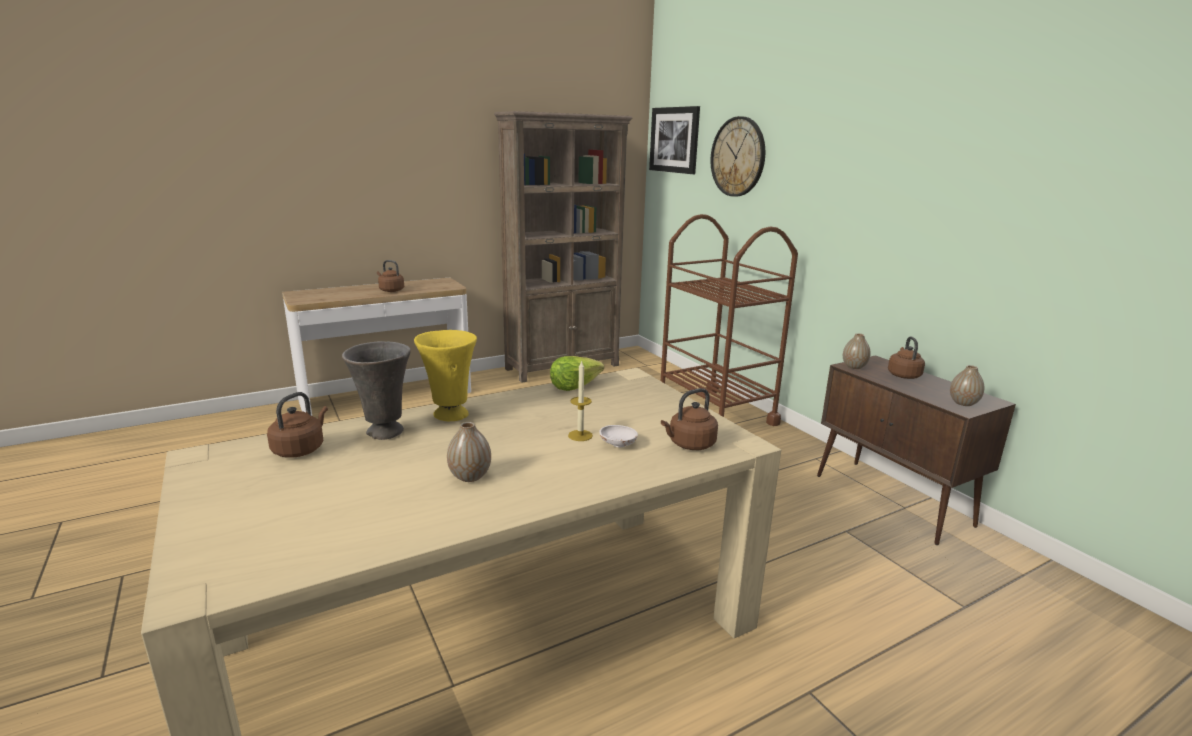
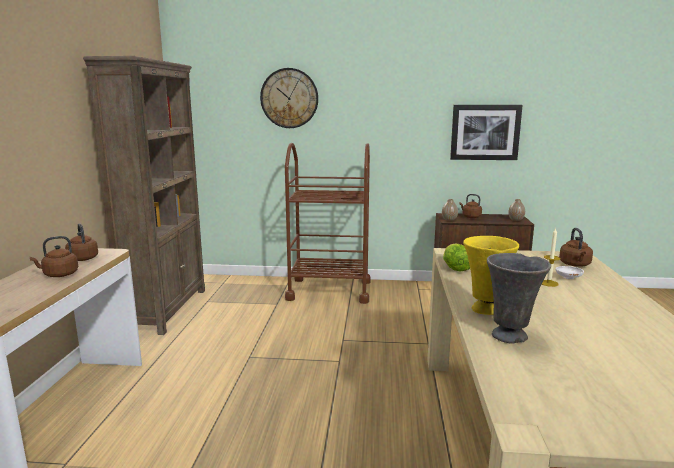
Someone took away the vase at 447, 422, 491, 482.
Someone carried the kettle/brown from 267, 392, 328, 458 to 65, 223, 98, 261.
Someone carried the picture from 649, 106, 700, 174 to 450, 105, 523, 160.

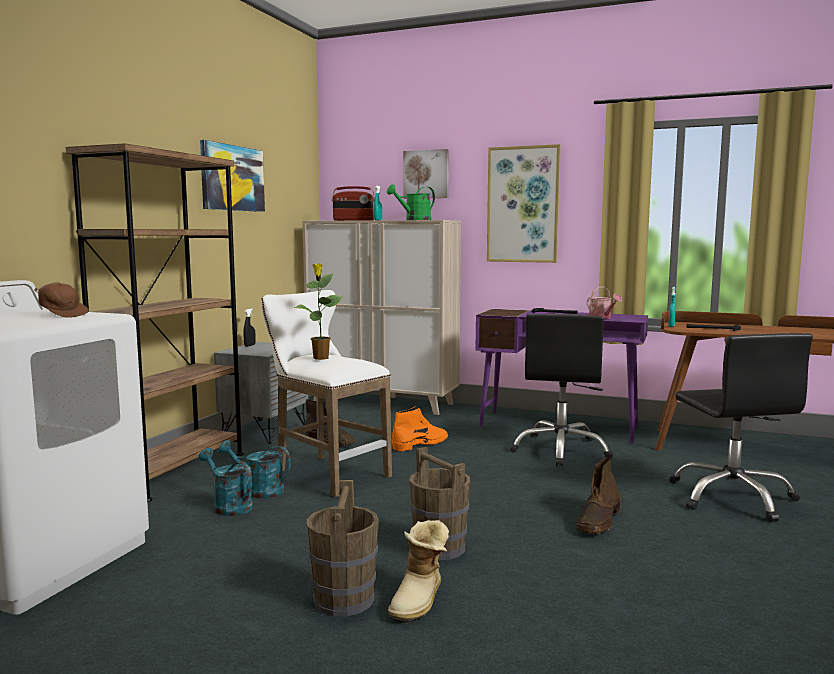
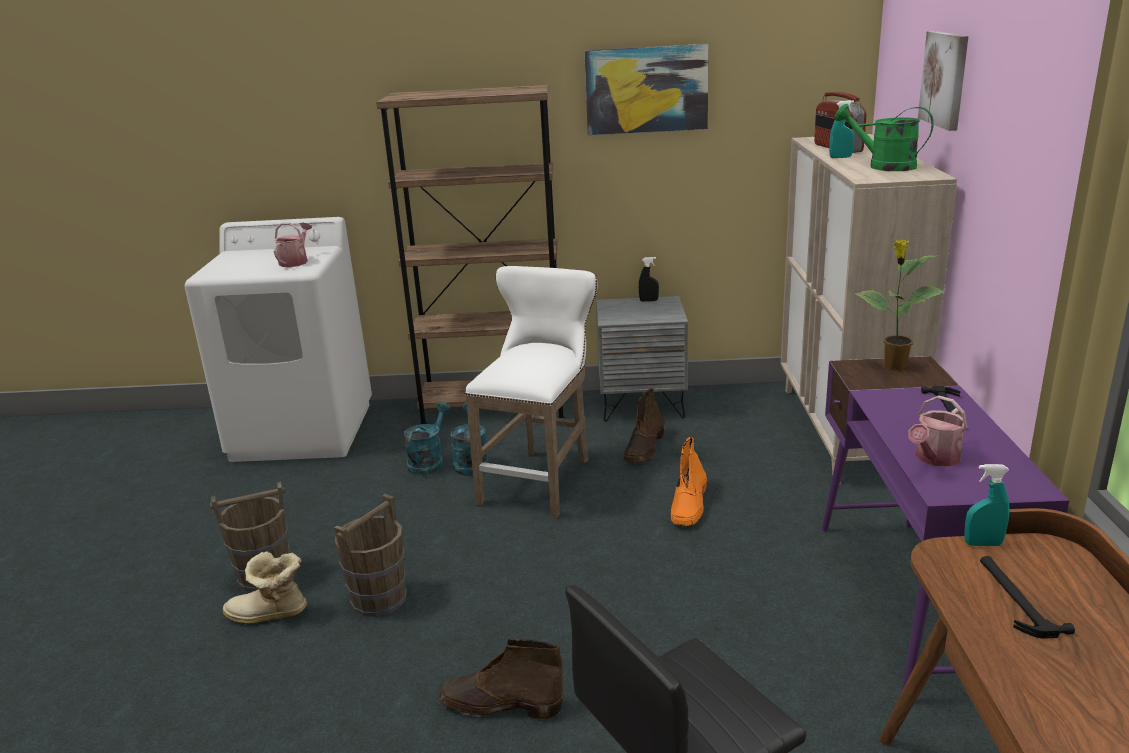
Someone took away the picture at 487, 144, 561, 263.
Someone took away the office chair/black at 509, 314, 613, 467.
Someone carried the potted plant from 294, 263, 343, 360 to 854, 239, 946, 371.
Someone swapped the cap/brown at 34, 282, 89, 318 for the watering can at 274, 223, 312, 267.
Someone rotated the boot/orange at 392, 406, 448, 451 by 75 degrees clockwise.

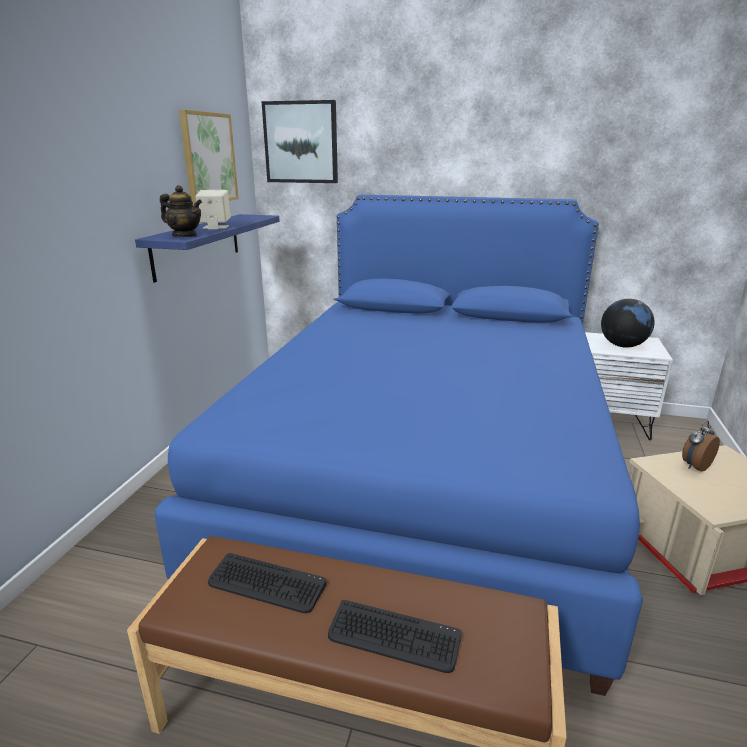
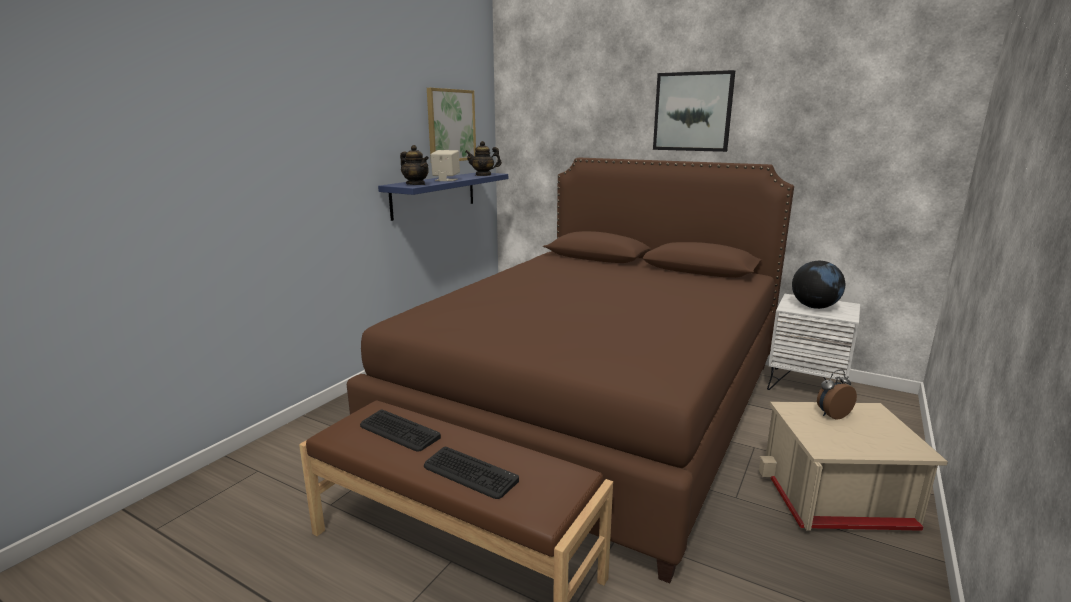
Someone put down the teapot at 465, 141, 502, 176.
Someone carried the picture from 261, 100, 338, 183 to 653, 70, 735, 152.
Someone repainted the bed/blue at 154, 195, 643, 696, which became the bed/brown at 347, 158, 794, 583.

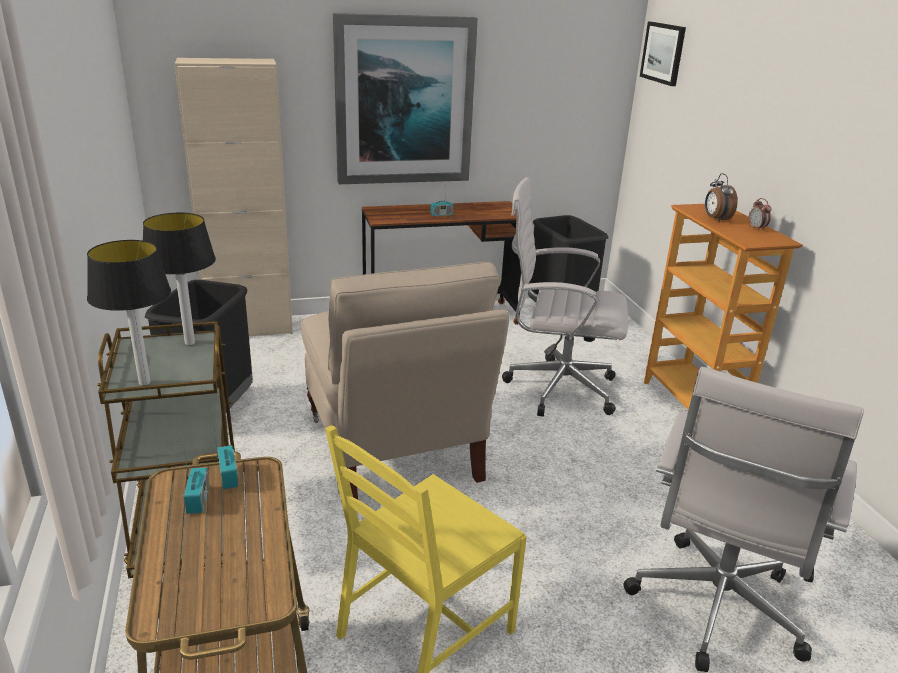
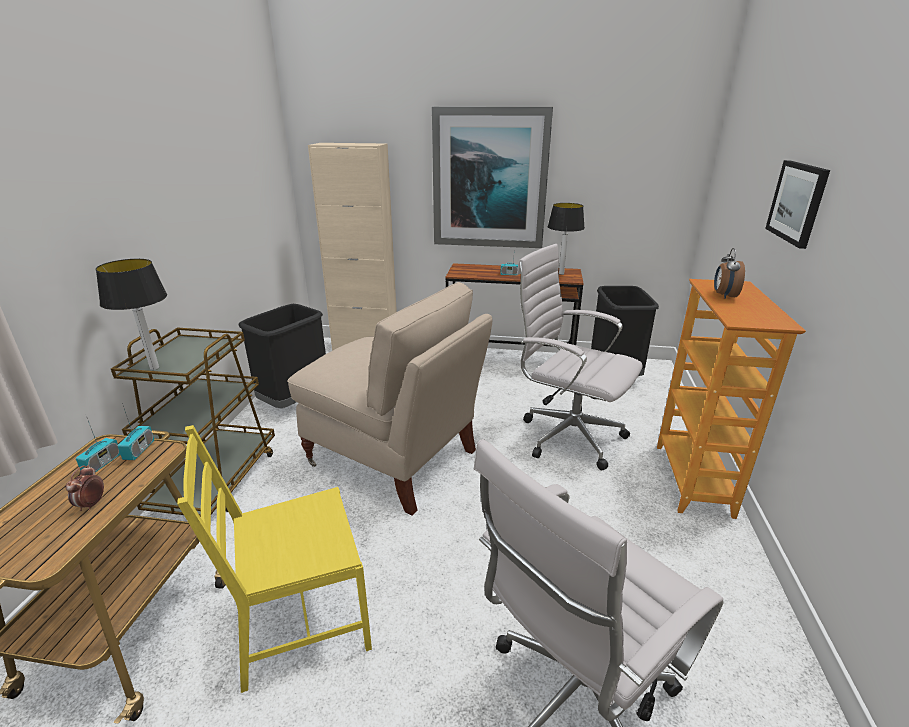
Someone carried the table lamp from 143, 212, 216, 345 to 548, 203, 585, 275.
Someone carried the picture from 640, 22, 686, 86 to 765, 160, 830, 249.
Someone carried the alarm clock from 749, 198, 771, 231 to 66, 465, 104, 511.
Someone rotated the chair/beige at 301, 262, 509, 499 by 60 degrees counterclockwise.

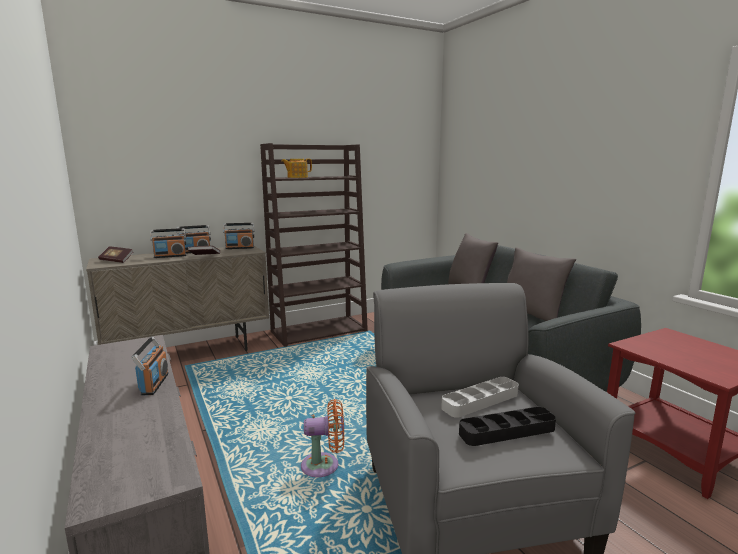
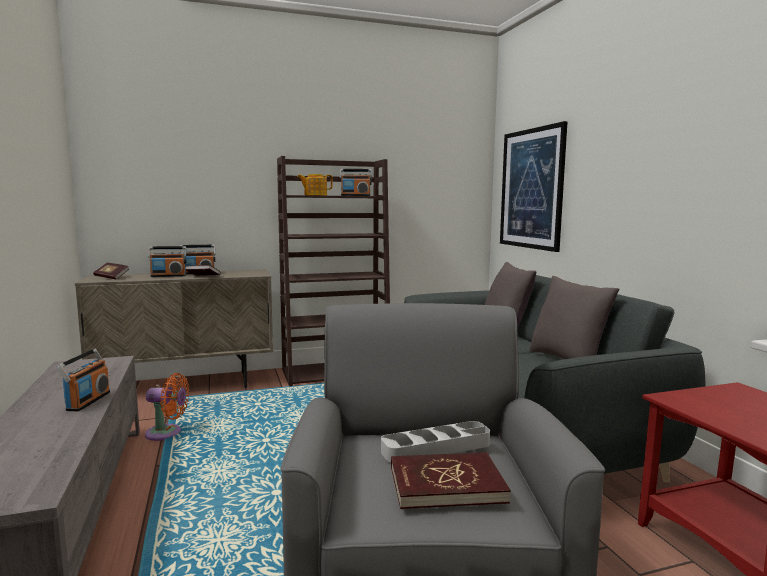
Someone put up the picture at 500, 121, 568, 252.
Someone carried the radio from 223, 223, 254, 249 to 340, 169, 372, 196.
Someone carried the fan/orange from 301, 399, 344, 477 to 145, 373, 189, 441.
Someone swapped the tray/black at 459, 407, 556, 446 for the book/red at 391, 452, 511, 509.

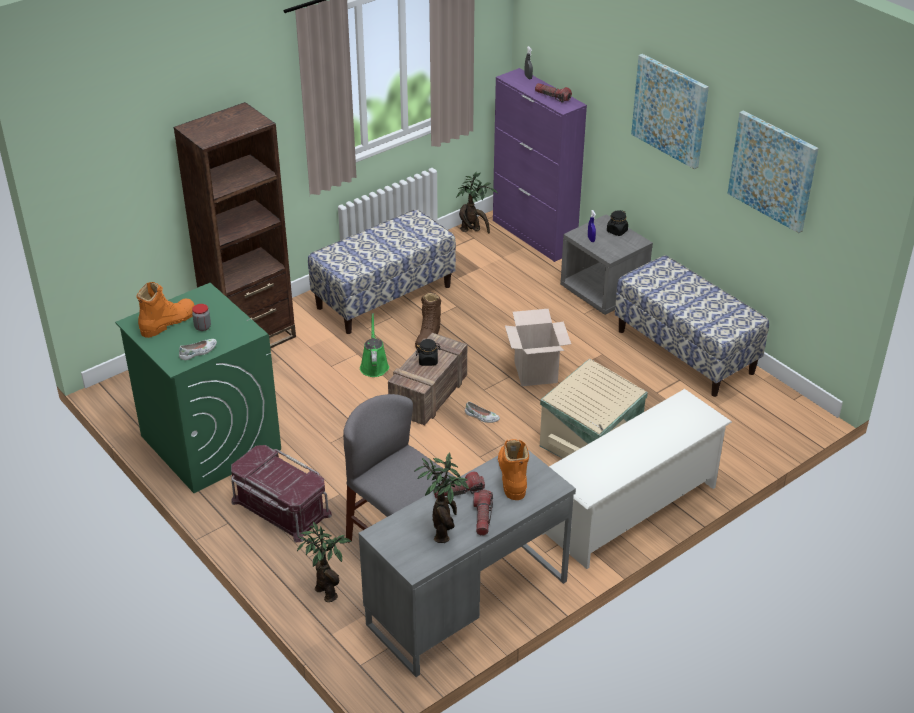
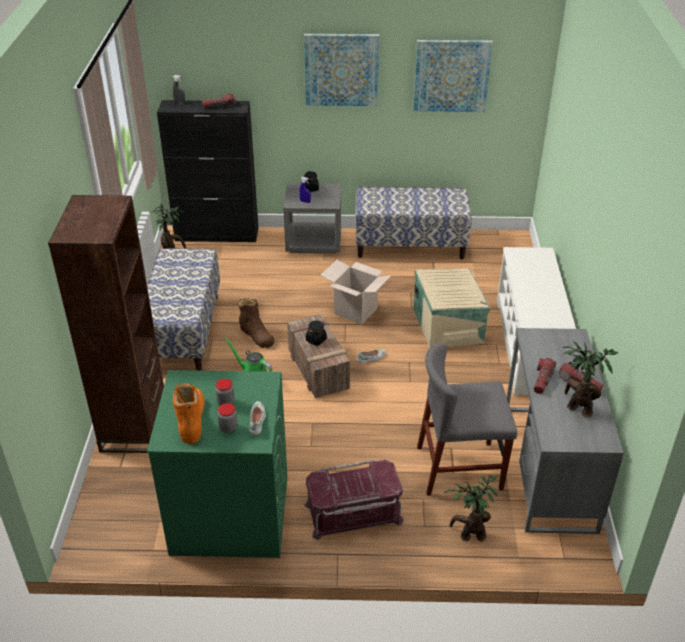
Someone took away the boot/orange at 498, 439, 529, 500.
Someone put down the jar at 218, 403, 237, 433.
Someone repainted the cabinet/purple at 493, 68, 587, 262, which became the cabinet/black at 157, 100, 258, 242.

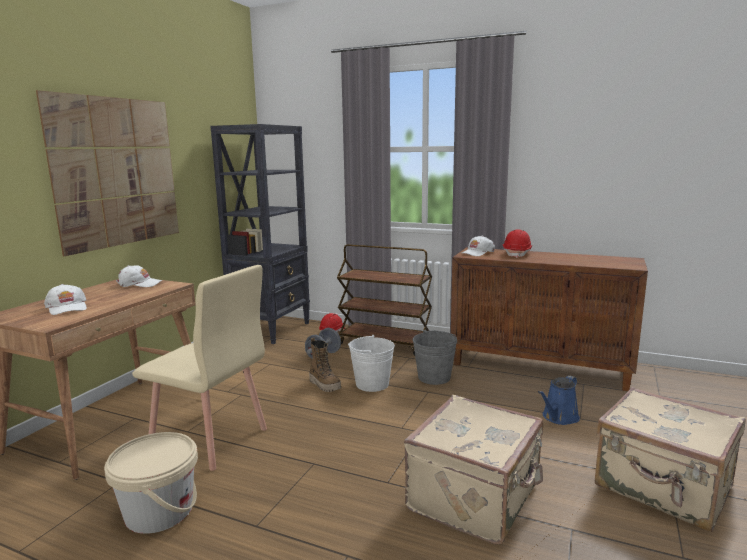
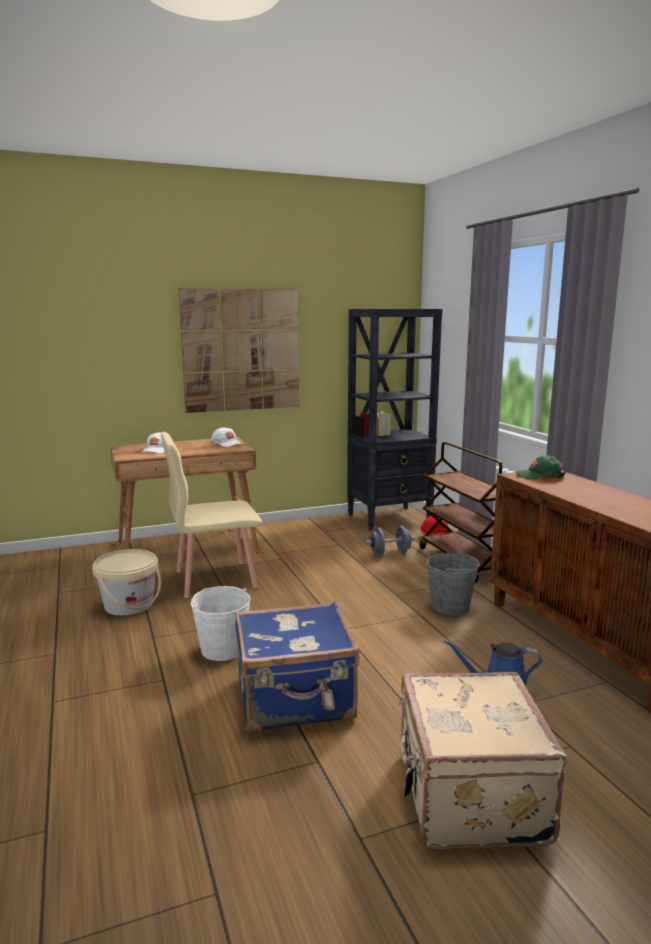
Someone took away the boot at 309, 338, 341, 392.
Someone took away the hard hat/red at 503, 230, 532, 258.
Someone carried the bucket/white from 348, 335, 395, 392 to 191, 586, 251, 661.
Someone repainted the suitcase/beige at 404, 395, 543, 545, which became the suitcase/blue at 235, 602, 359, 732.
Someone repainted the cap/white at 460, 236, 495, 256, which became the cap/green at 516, 455, 566, 479.
Someone rotated the chair/beige at 132, 265, 267, 471 by 90 degrees clockwise.

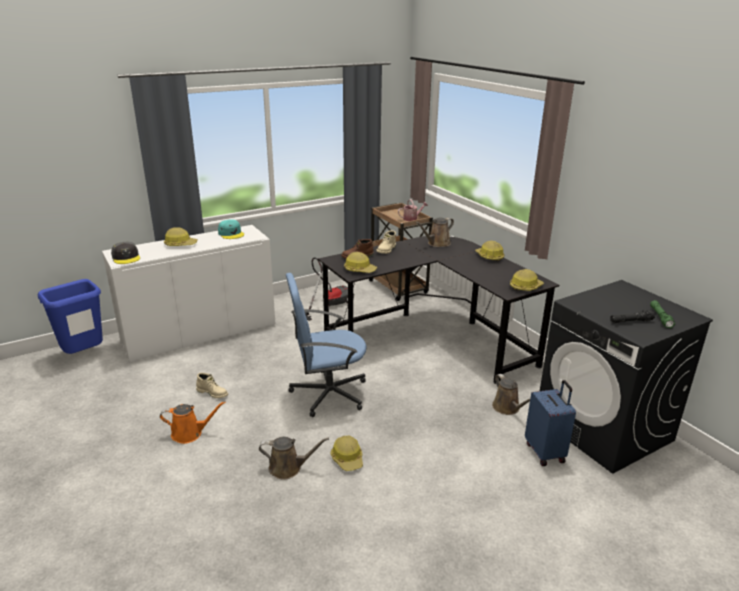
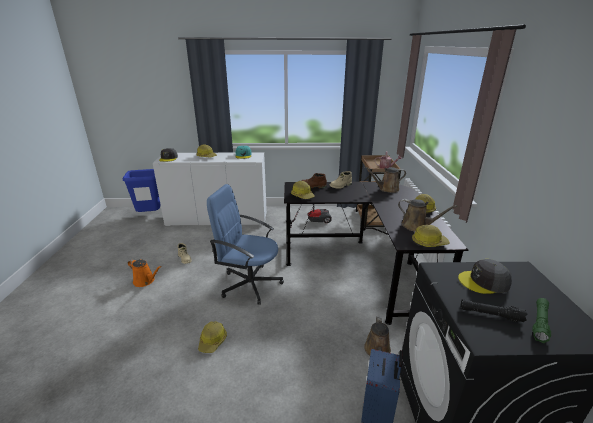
Someone put down the cap/grey at 458, 259, 512, 294.
Someone carried the watering can/brown from 259, 437, 329, 480 to 398, 199, 458, 232.

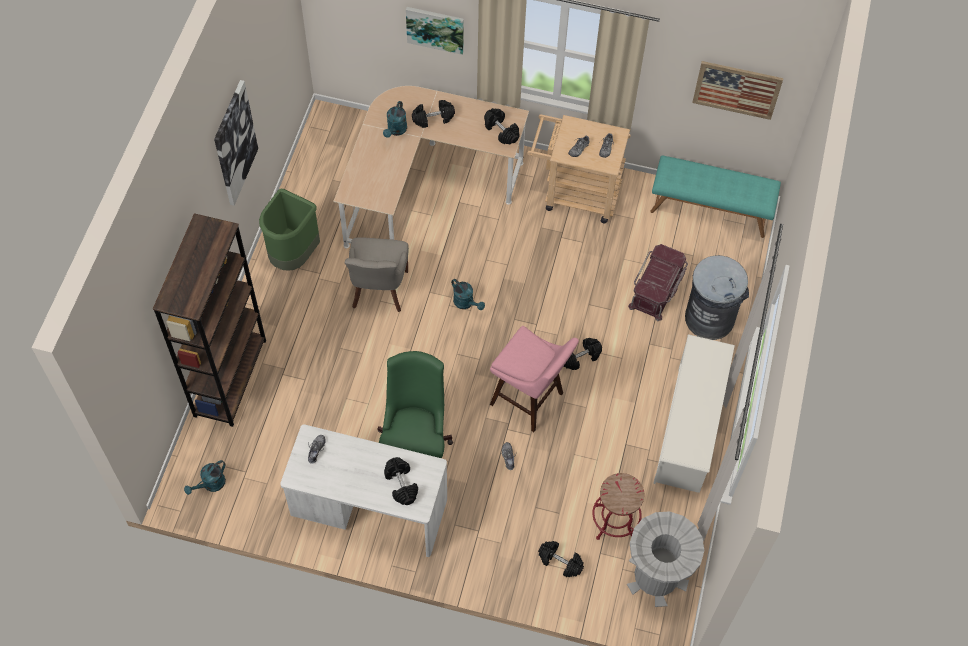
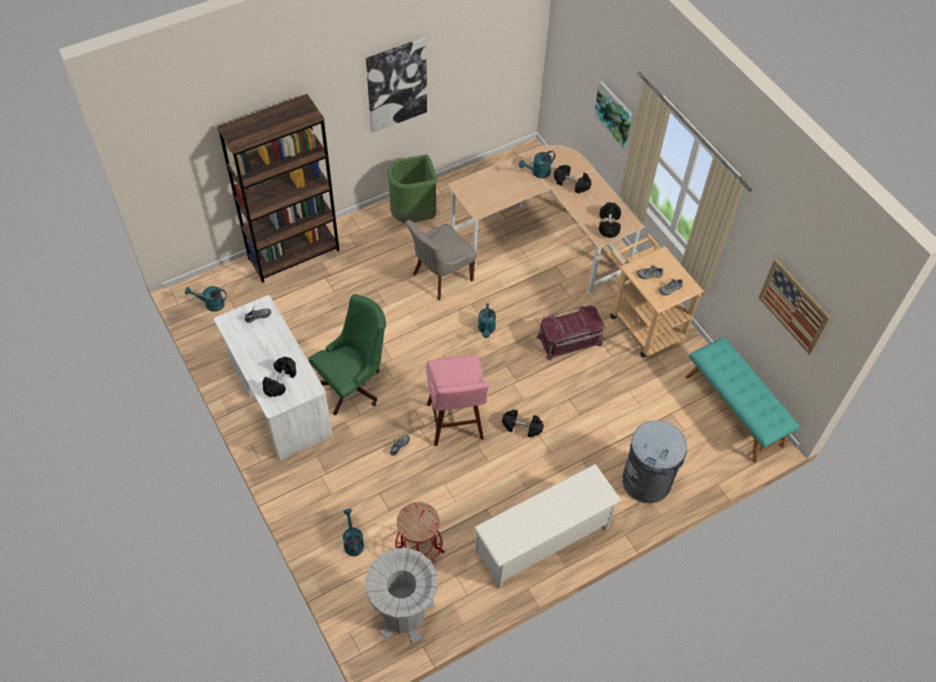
Someone carried the storage box/red from 628, 244, 688, 321 to 536, 305, 604, 361.
Someone swapped the dumbbell/black at 538, 541, 584, 577 for the watering can/turquoise at 343, 509, 364, 556.

